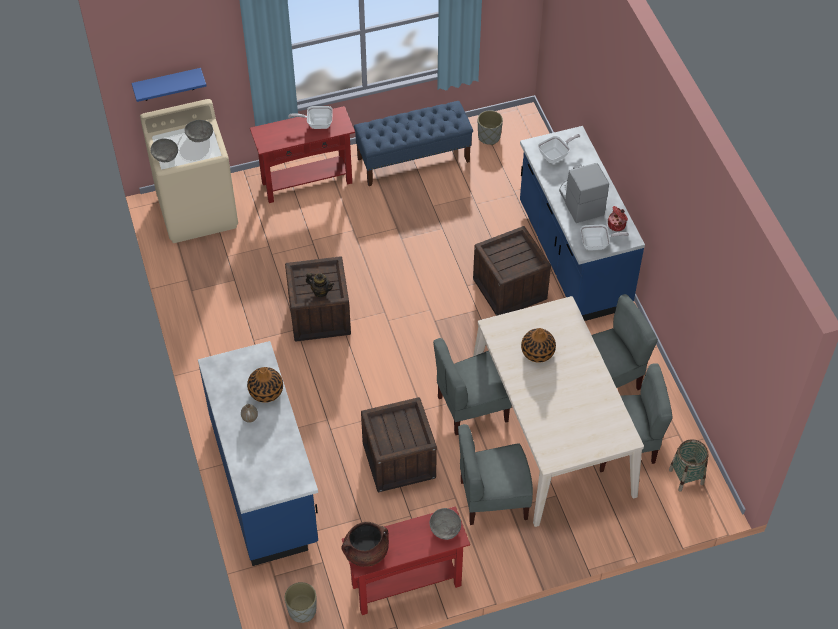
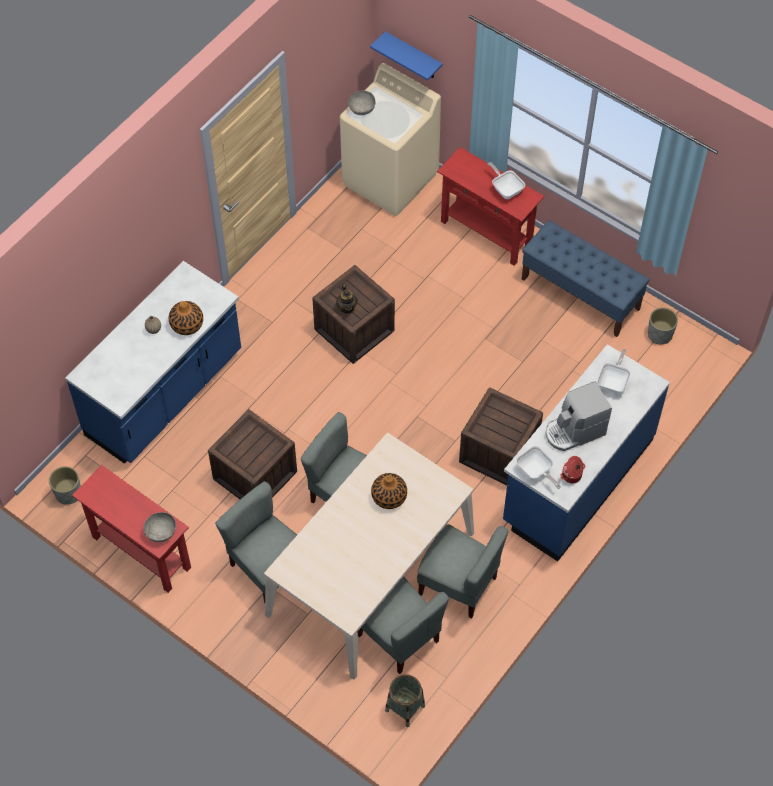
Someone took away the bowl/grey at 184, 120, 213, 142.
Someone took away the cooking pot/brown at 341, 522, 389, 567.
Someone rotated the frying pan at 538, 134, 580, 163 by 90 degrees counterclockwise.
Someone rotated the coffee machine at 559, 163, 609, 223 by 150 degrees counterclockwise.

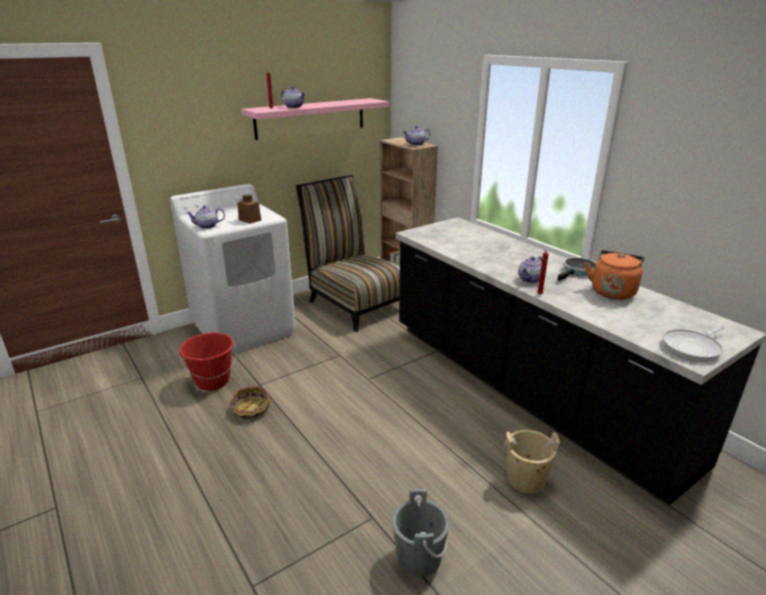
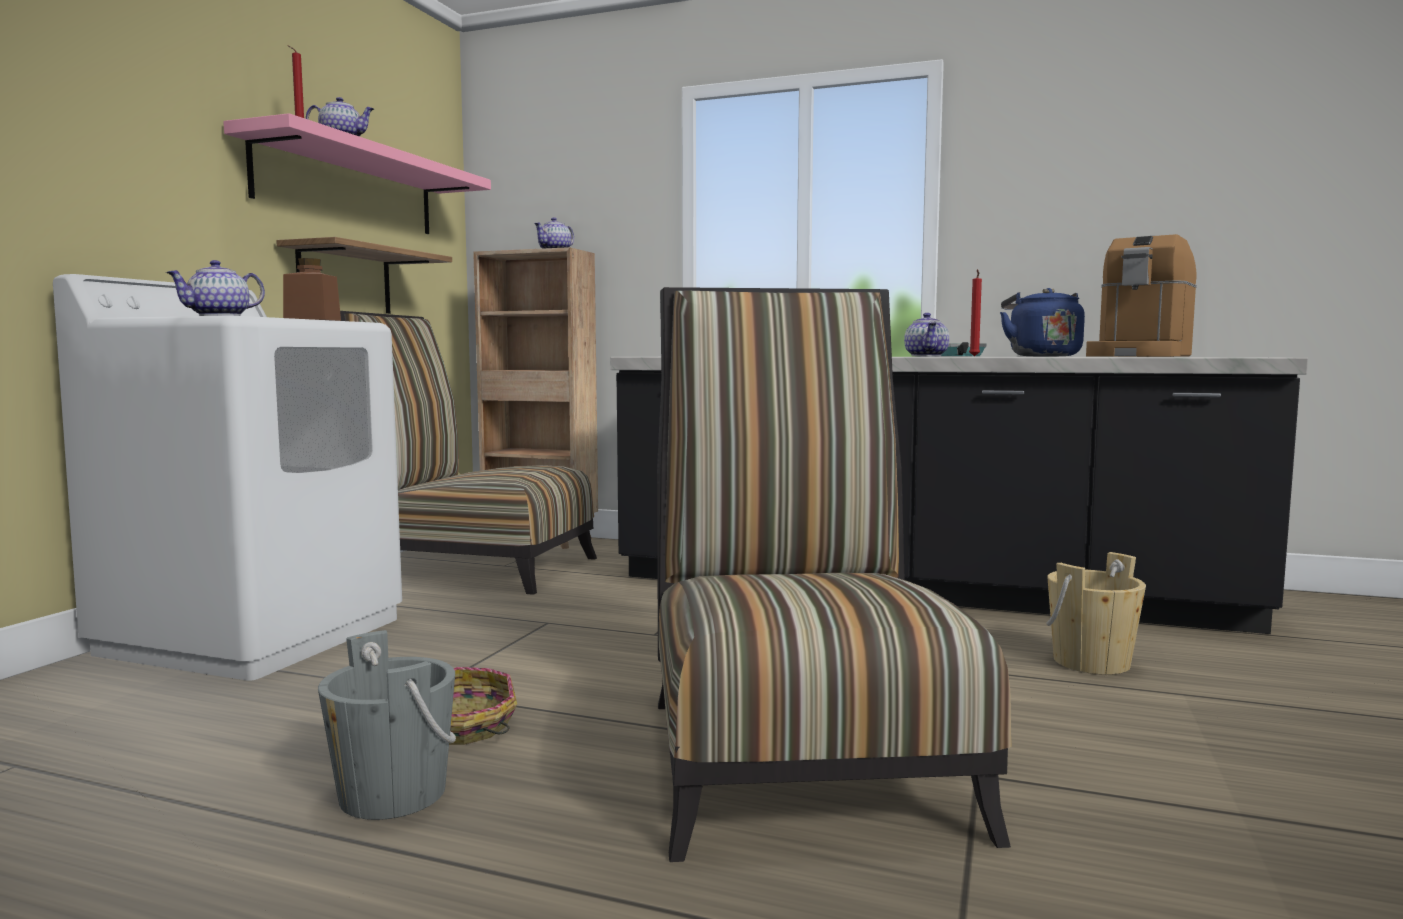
Someone took away the bucket/red at 179, 332, 236, 391.
Someone took away the frying pan at 662, 325, 725, 362.
Someone put up the shelf at 276, 237, 452, 314.
Someone put down the chair at 657, 287, 1012, 862.
Someone put down the coffee machine at 1086, 234, 1197, 357.
Someone carried the bucket/grey from 392, 489, 450, 577 to 318, 630, 456, 820.
Someone repainted the kettle/orange at 585, 250, 645, 300, which became the kettle/blue at 1000, 288, 1085, 356.

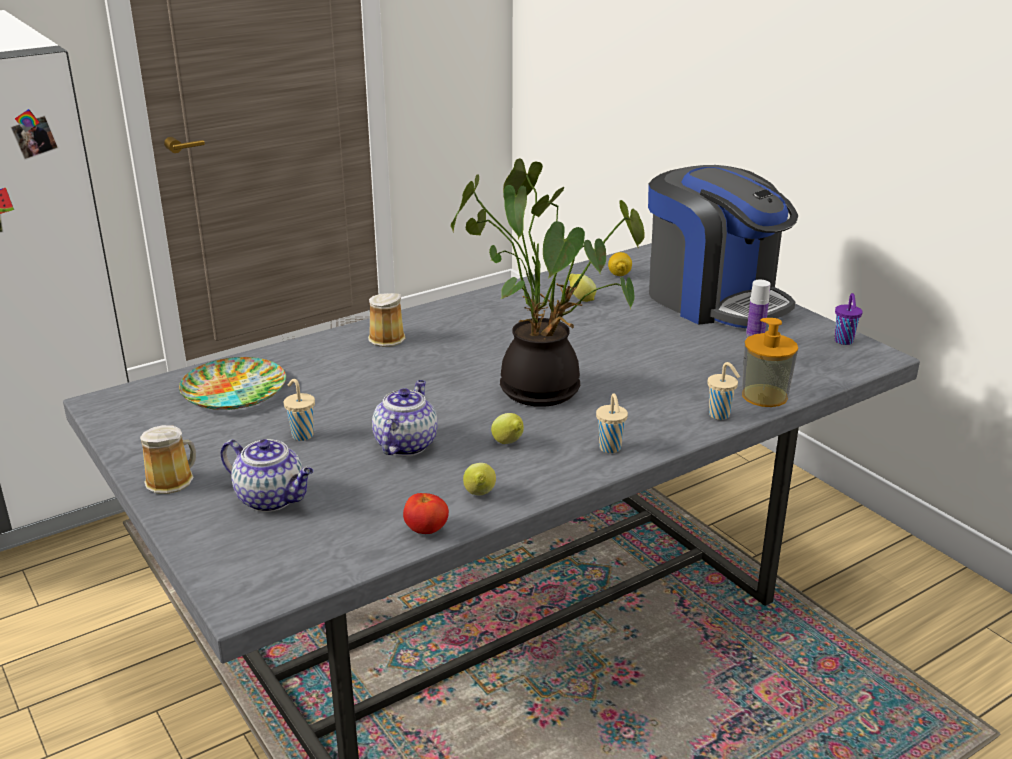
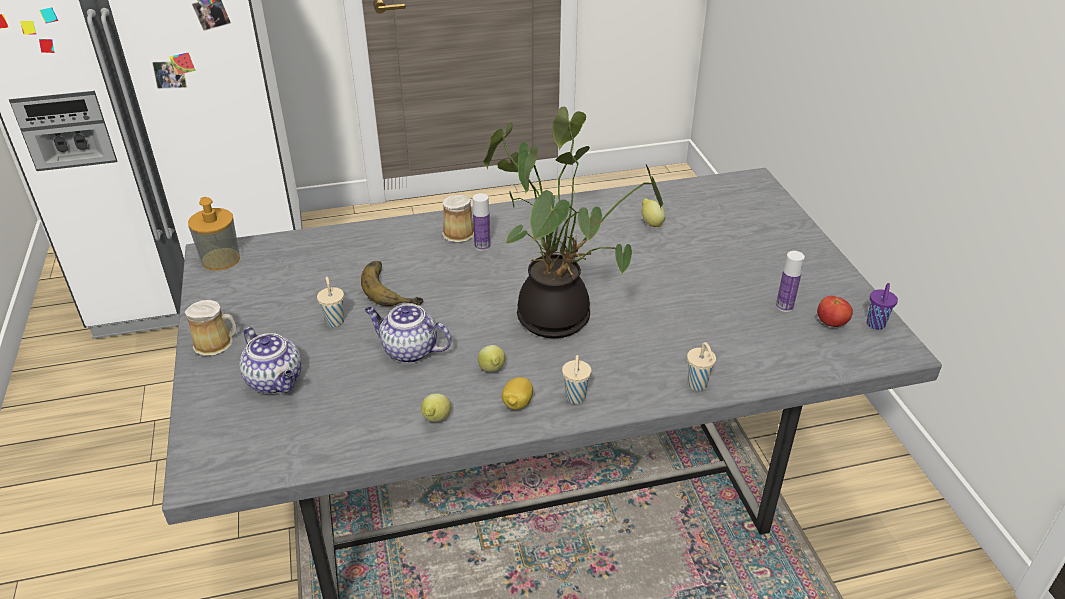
Someone took away the plate at 179, 357, 286, 410.
Someone took away the coffee machine at 648, 165, 798, 328.
Someone put down the banana at 361, 261, 423, 306.
Someone put down the bottle at 473, 193, 490, 251.
Someone carried the tomato from 403, 493, 449, 534 to 817, 296, 853, 327.
Someone carried the lemon from 608, 252, 632, 276 to 502, 377, 533, 410.
Someone carried the soap dispenser from 742, 318, 798, 407 to 188, 197, 240, 271.
Someone rotated the teapot at 372, 380, 438, 456 by 105 degrees counterclockwise.

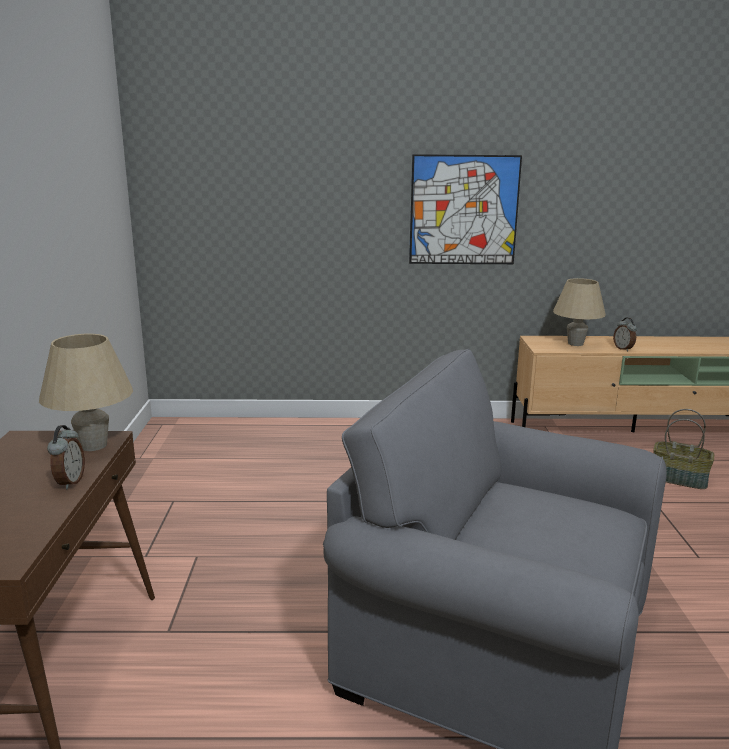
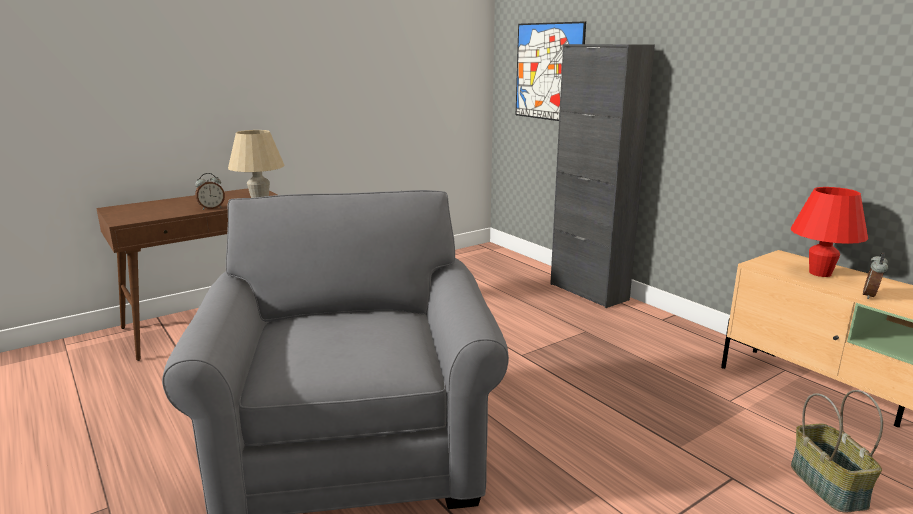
Someone put down the cabinet/black at 550, 44, 655, 308.
Someone carried the picture from 409, 154, 522, 264 to 516, 21, 586, 121.
Someone repainted the table lamp/beige at 553, 278, 606, 346, which became the table lamp/red at 791, 187, 868, 277.

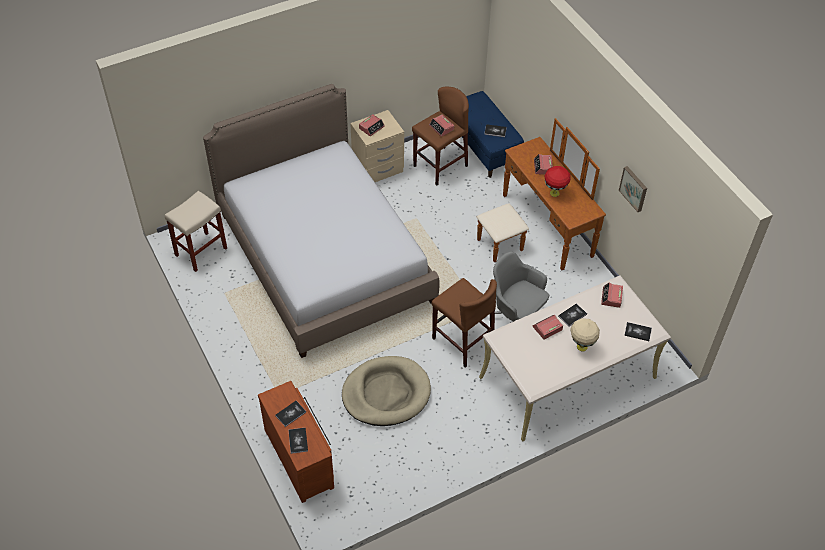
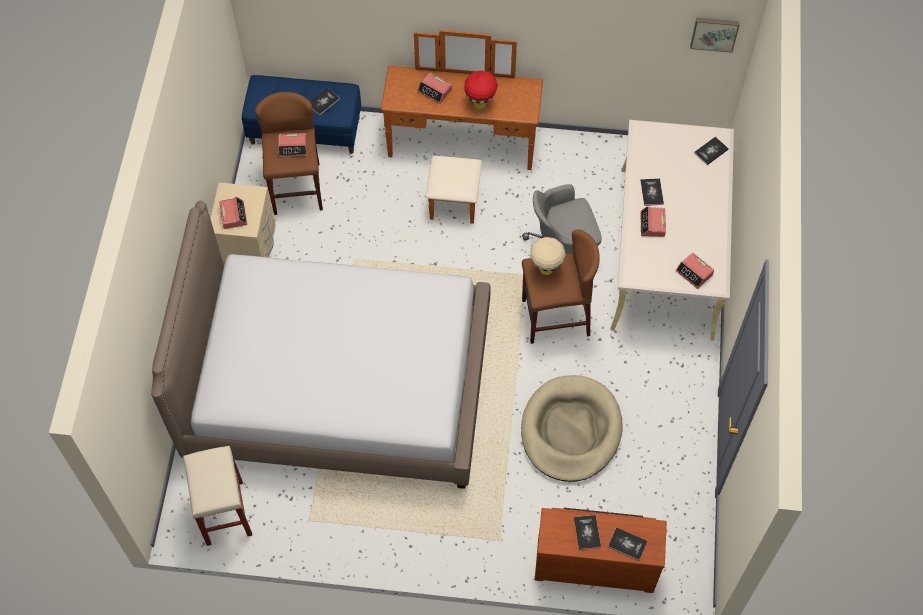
Someone carried the table lamp/beige from 570, 318, 600, 352 to 530, 237, 566, 275.
Someone carried the alarm clock from 601, 282, 623, 308 to 676, 253, 714, 289.
Someone carried the picture from 619, 166, 647, 212 to 690, 18, 740, 53.

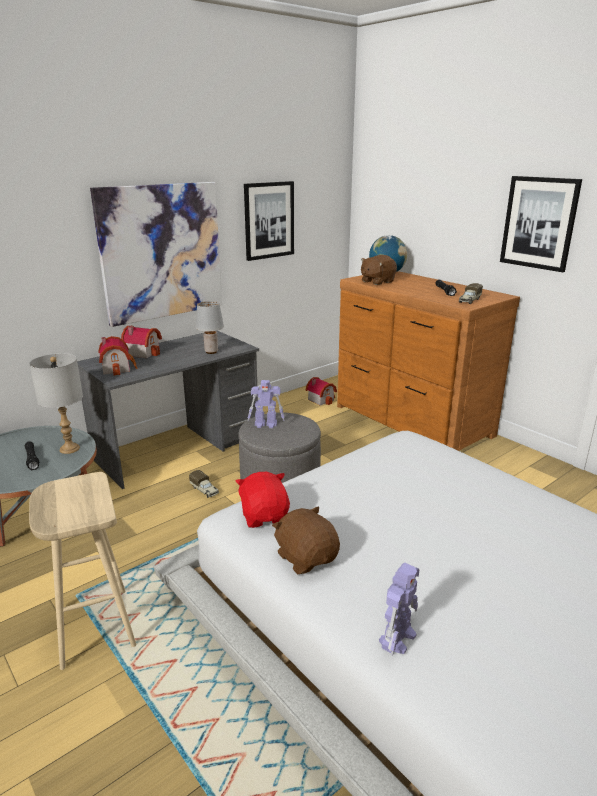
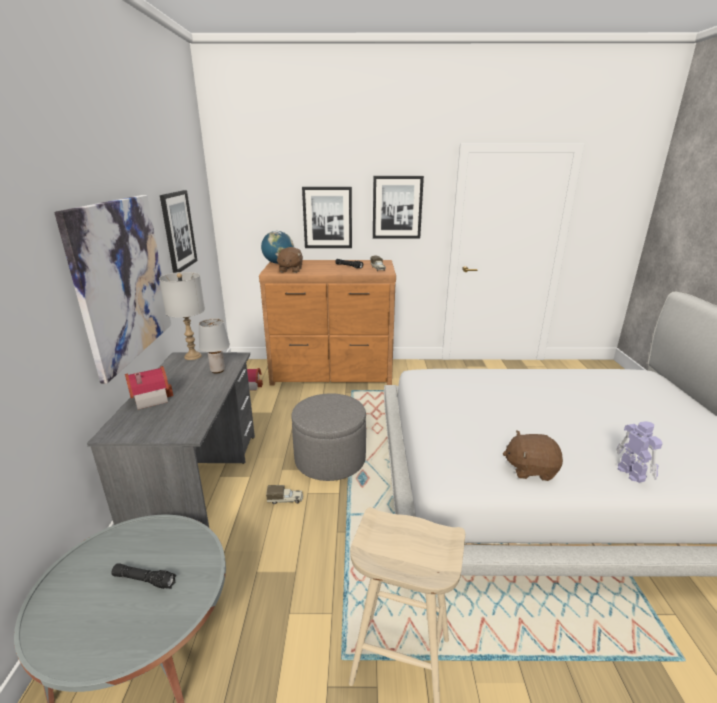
Someone took away the toy house at 98, 336, 138, 376.
Someone took away the plush toy/red at 236, 472, 290, 528.
Someone took away the toy robot at 248, 380, 285, 428.
Someone put up the picture at 302, 187, 352, 248.
Someone carried the table lamp/grey from 29, 353, 83, 454 to 159, 272, 205, 360.

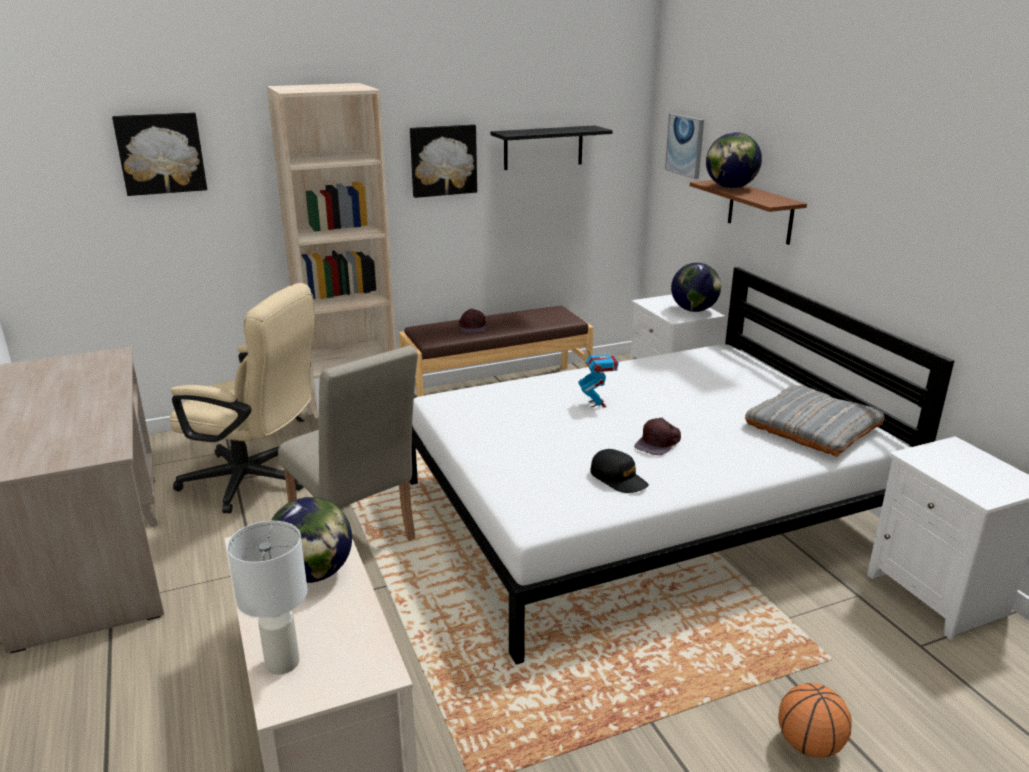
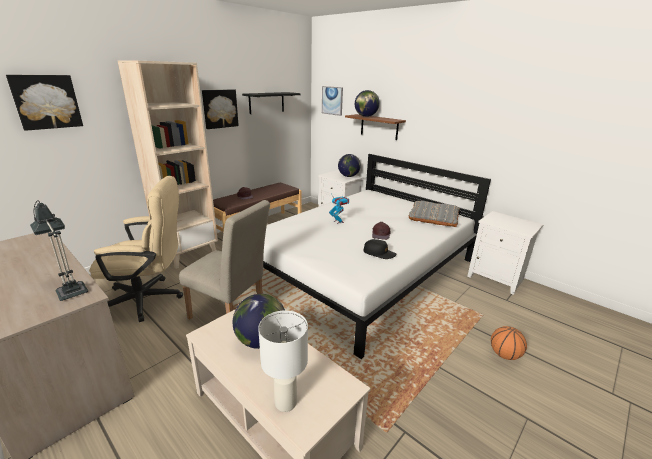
Someone put down the table lamp at 30, 200, 88, 301.

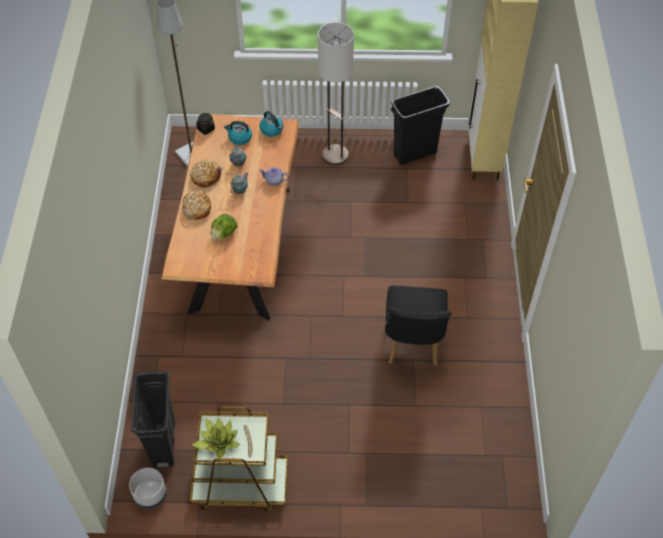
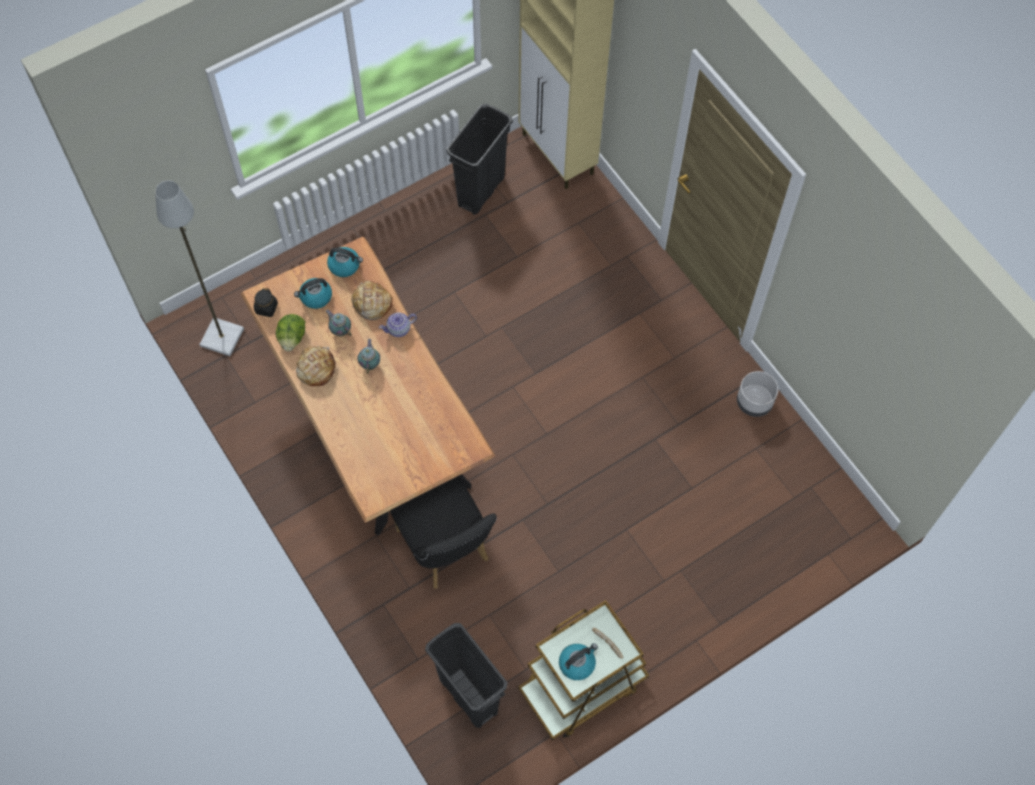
Someone took away the floor lamp at 318, 22, 354, 165.
Someone carried the planter/grey from 129, 468, 167, 509 to 737, 371, 778, 417.
Someone carried the bread from 182, 190, 211, 220 to 351, 281, 393, 320.
Someone carried the lettuce from 211, 214, 238, 240 to 276, 314, 305, 351.
Someone carried the chair/black from 385, 286, 451, 366 to 390, 476, 497, 589.
Someone swapped the potted plant at 192, 418, 240, 458 for the kettle at 559, 643, 598, 680.

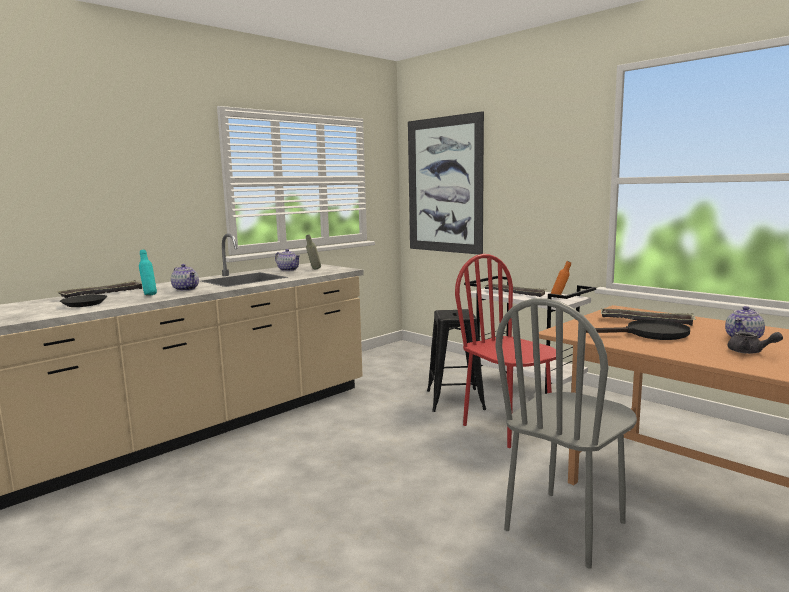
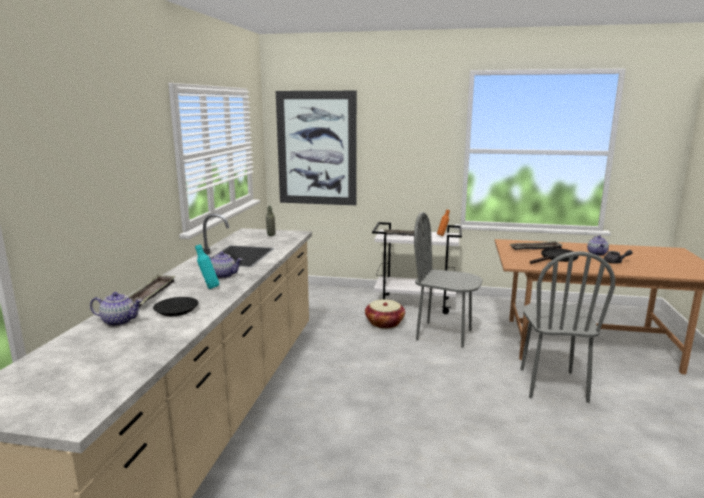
Someone carried the teapot from 275, 249, 300, 271 to 90, 292, 143, 326.
Someone swapped the stool/black at 427, 309, 486, 412 for the basket at 365, 299, 405, 329.
Someone repainted the chair/red at 455, 254, 556, 448, which became the chair/grey at 414, 212, 482, 348.

